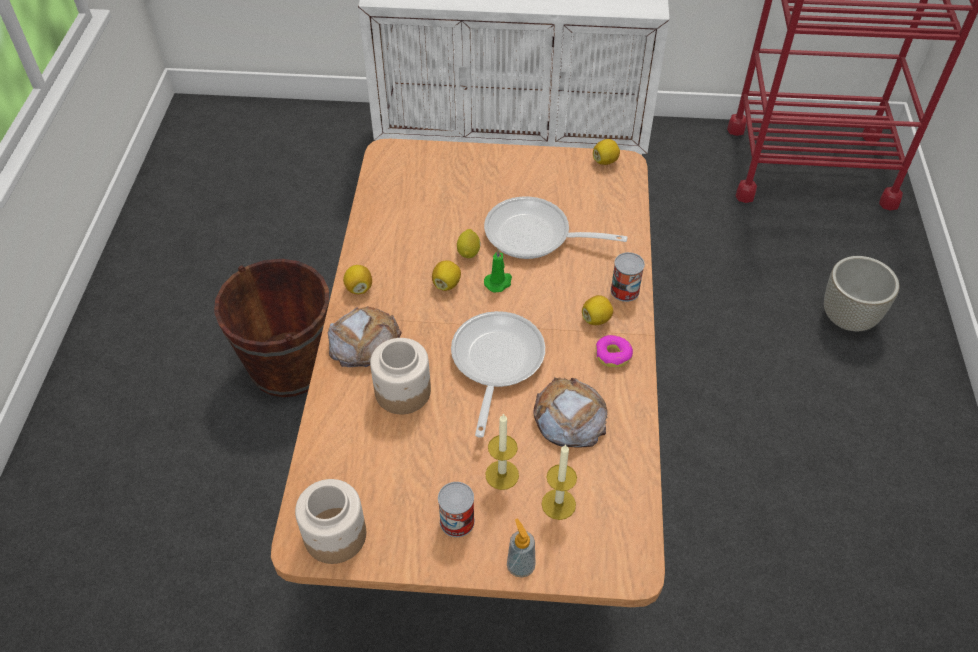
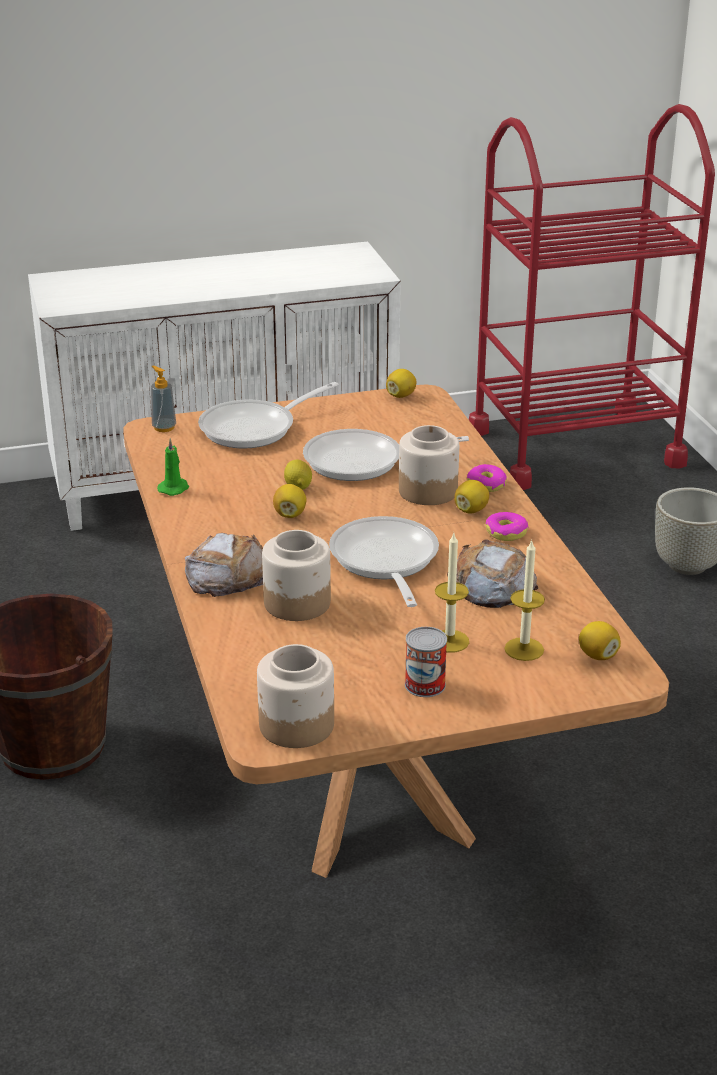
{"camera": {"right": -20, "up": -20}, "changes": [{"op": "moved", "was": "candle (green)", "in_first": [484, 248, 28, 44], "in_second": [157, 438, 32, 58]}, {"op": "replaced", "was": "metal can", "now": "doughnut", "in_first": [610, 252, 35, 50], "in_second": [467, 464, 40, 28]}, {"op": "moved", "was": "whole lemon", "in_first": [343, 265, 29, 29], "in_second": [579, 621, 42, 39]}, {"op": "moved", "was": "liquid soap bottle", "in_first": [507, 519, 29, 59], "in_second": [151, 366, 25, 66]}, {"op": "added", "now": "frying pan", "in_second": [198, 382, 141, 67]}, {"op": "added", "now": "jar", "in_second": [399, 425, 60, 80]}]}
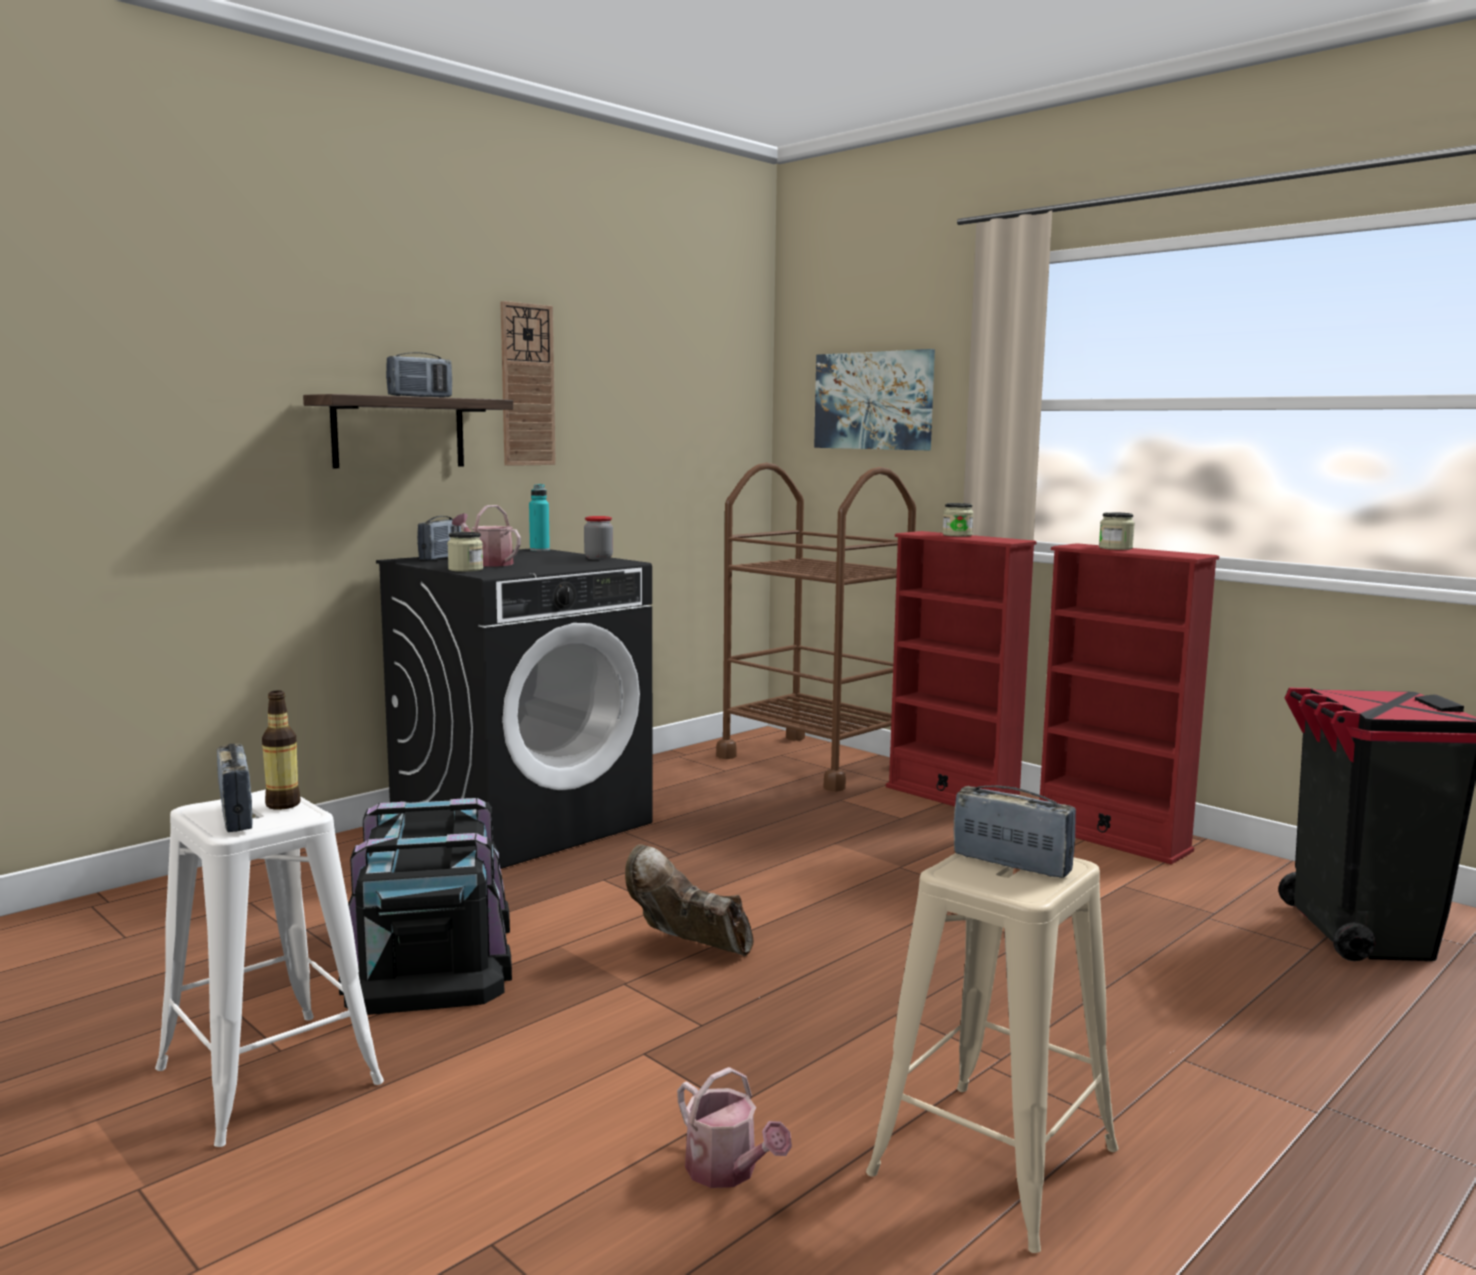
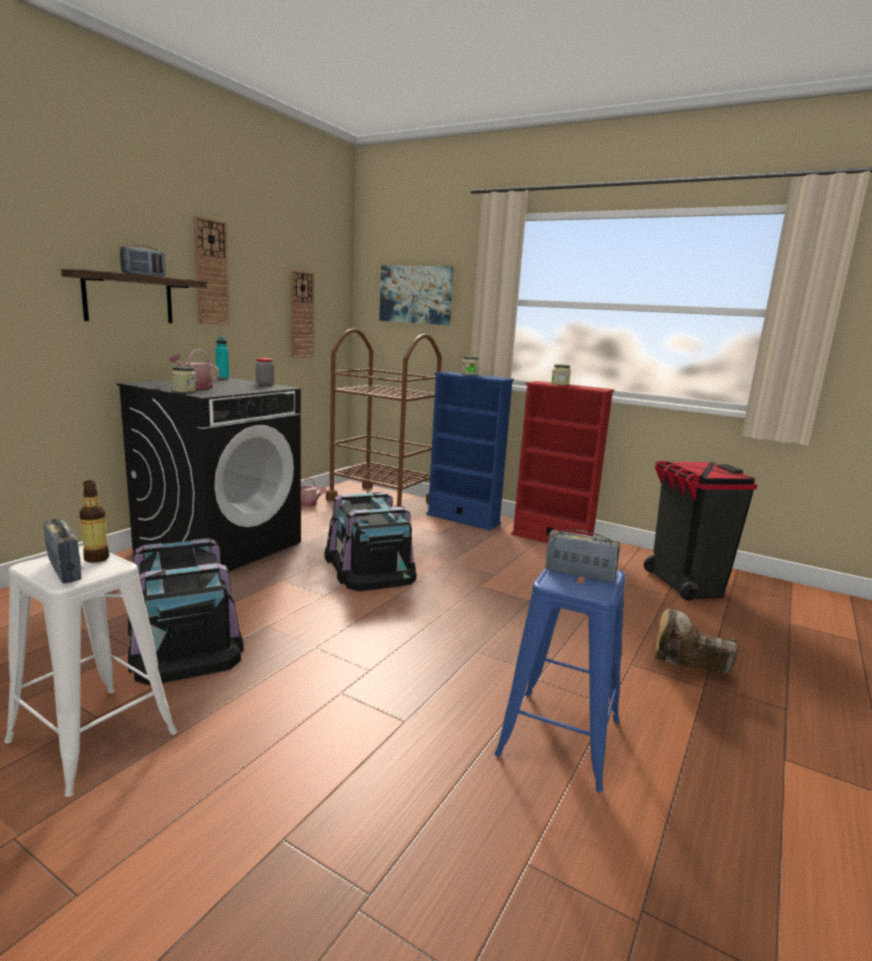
{"camera": {"right": -15, "up": 5}, "changes": [{"op": "removed", "was": "radio set", "in_first": [417, 516, 44, 44]}, {"op": "recoloured", "was": "shelving unit (red-coloured)", "now": "shelving unit (blue-coloured)", "in_first": [886, 531, 151, 275], "in_second": [426, 372, 88, 158]}, {"op": "moved", "was": "high-top boot (brown-coloured)", "in_first": [625, 844, 129, 112], "in_second": [654, 609, 84, 65]}, {"op": "recoloured", "was": "stool seat (sand-coloured)", "now": "stool seat (blue-coloured)", "in_first": [866, 853, 253, 400], "in_second": [494, 568, 131, 225]}, {"op": "moved", "was": "sprinkling can", "in_first": [677, 1067, 115, 121], "in_second": [301, 477, 26, 30]}, {"op": "added", "now": "hanging clock", "in_second": [290, 270, 24, 88]}, {"op": "added", "now": "storage box (black)", "in_second": [325, 492, 91, 99]}]}
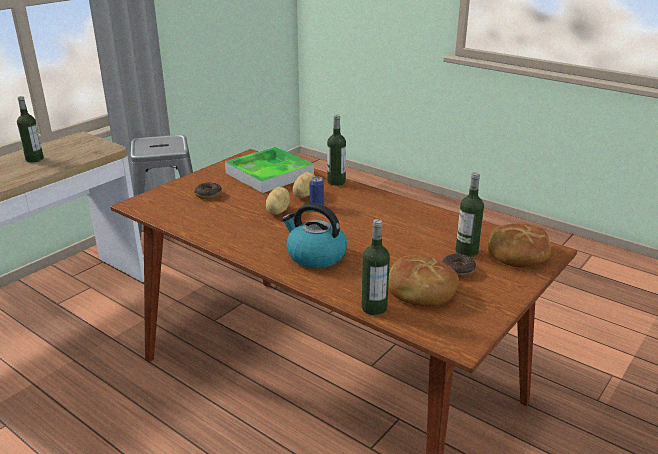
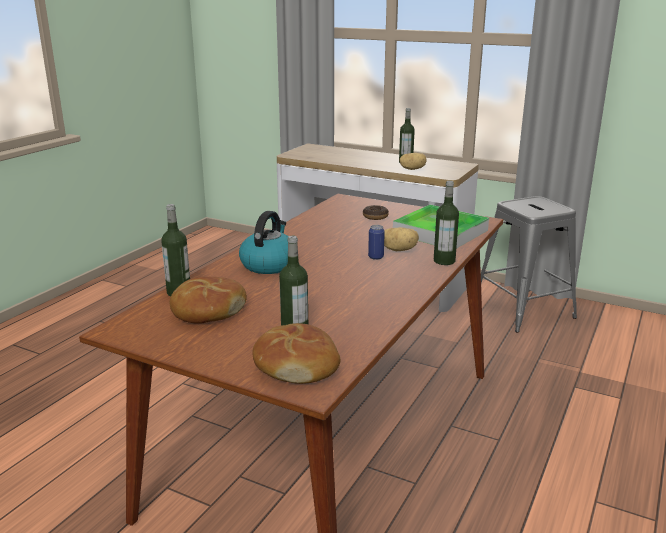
{"camera": {"right": 80, "up": -5}, "changes": [{"op": "moved", "was": "potato", "in_first": [266, 187, 24, 28], "in_second": [399, 153, 27, 17]}, {"op": "removed", "was": "doughnut", "in_first": [442, 254, 34, 23]}]}
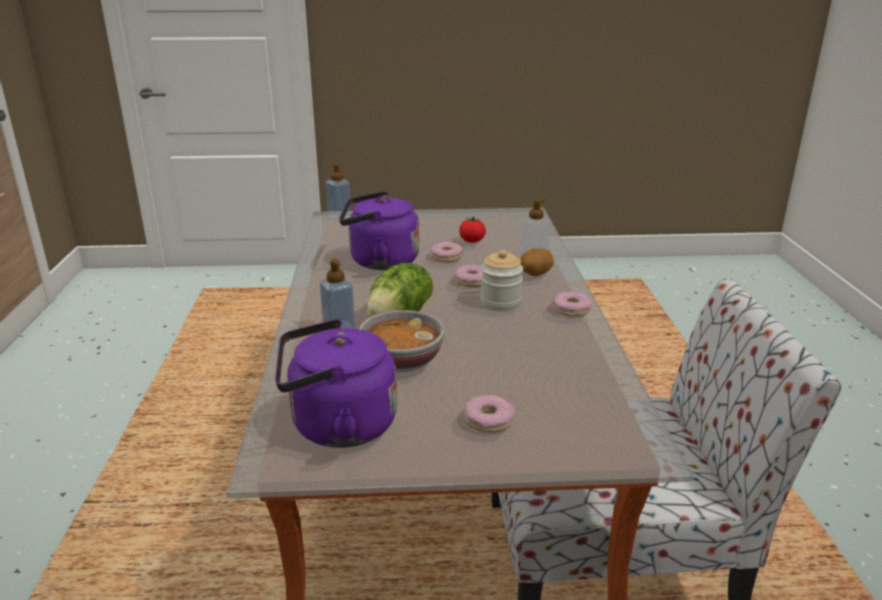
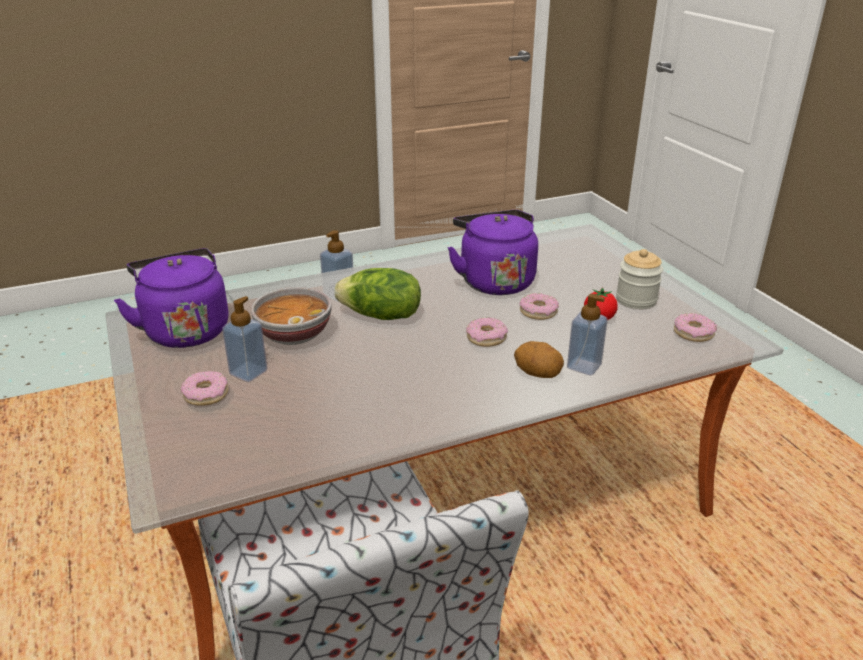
{"camera": {"right": 70, "up": 5}, "changes": [{"op": "moved", "was": "liquid soap bottle", "in_first": [326, 163, 25, 57], "in_second": [222, 296, 45, 86]}, {"op": "moved", "was": "jar", "in_first": [480, 250, 43, 60], "in_second": [616, 249, 47, 60]}, {"op": "moved", "was": "doughnut", "in_first": [553, 291, 39, 26], "in_second": [674, 313, 43, 29]}]}
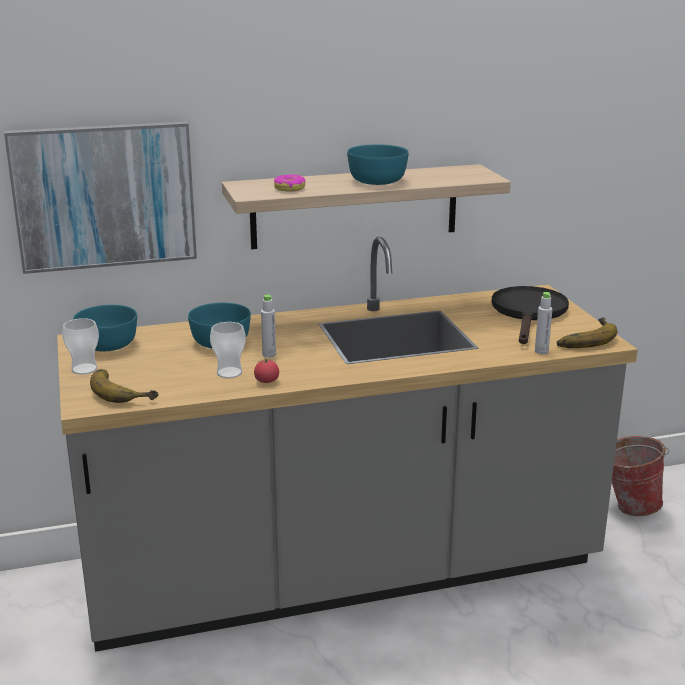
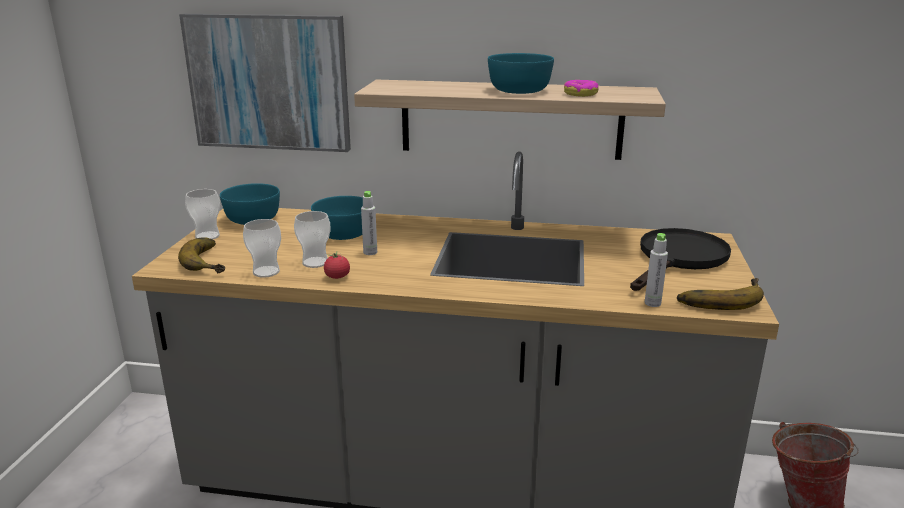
{"camera": {"right": 25, "up": 0}, "changes": [{"op": "moved", "was": "doughnut", "in_first": [274, 174, 31, 18], "in_second": [564, 80, 35, 17]}, {"op": "added", "now": "cup", "in_second": [243, 219, 38, 59]}]}
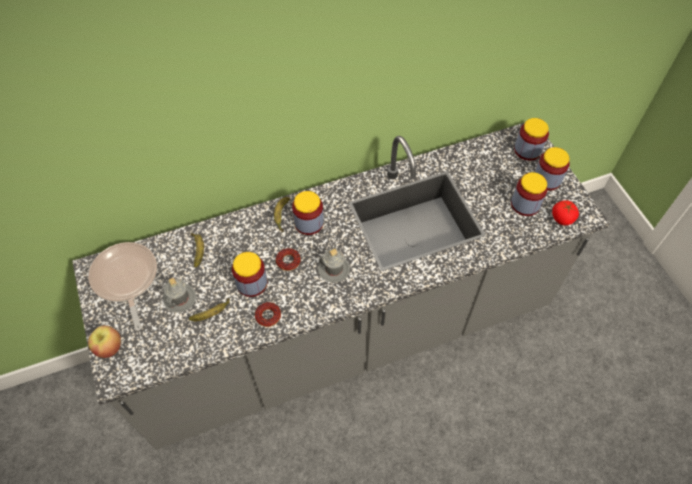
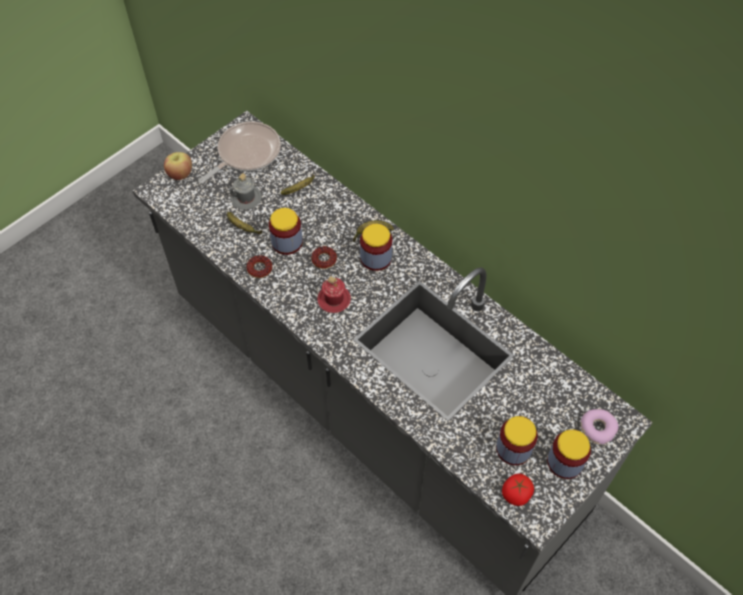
{"camera": {"right": 65, "up": 0}, "changes": [{"op": "replaced", "was": "jar", "now": "doughnut", "in_first": [514, 118, 35, 43], "in_second": [581, 409, 38, 36]}, {"op": "recoloured", "was": "tea mug (gray)", "now": "tea mug (red-coloured)", "in_first": [318, 248, 32, 34], "in_second": [317, 276, 34, 37]}]}
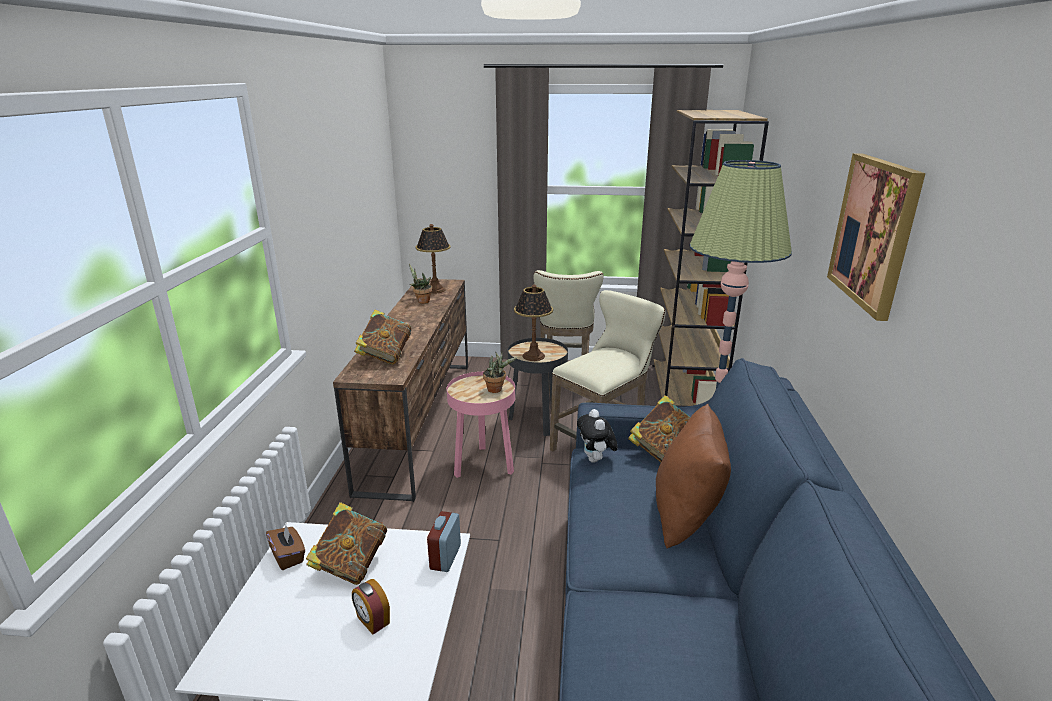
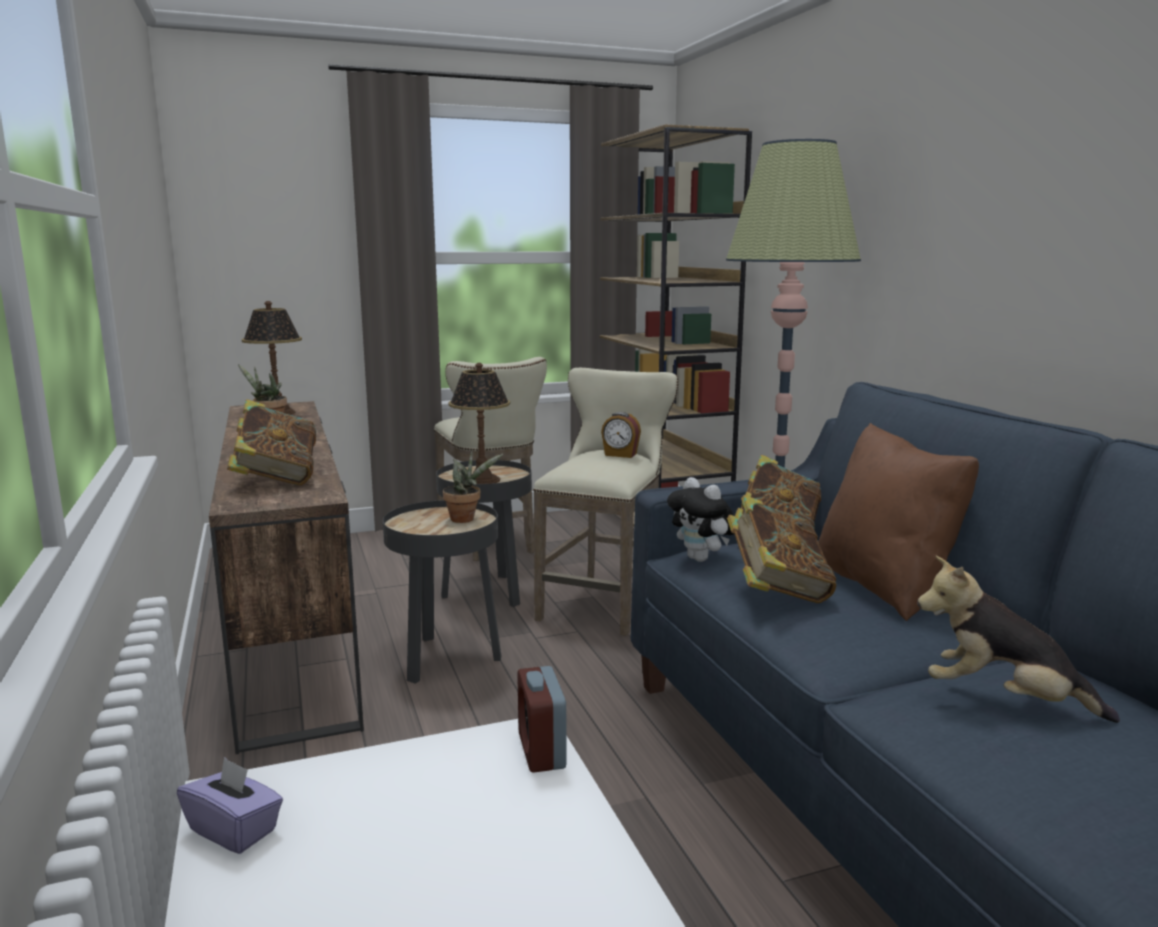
{"camera": {"right": -25, "up": -10}, "changes": [{"op": "removed", "was": "wall picture", "in_first": [827, 153, 98, 168]}, {"op": "recoloured", "was": "accent table (pinkish)", "now": "accent table (black)", "in_first": [447, 372, 68, 106], "in_second": [383, 500, 118, 184]}, {"op": "moved", "was": "book", "in_first": [306, 502, 81, 83], "in_second": [727, 495, 110, 108]}, {"op": "recoloured", "was": "tissue box (brown-coloured)", "now": "tissue box (purplish)", "in_first": [266, 525, 39, 45], "in_second": [177, 757, 106, 97]}, {"op": "moved", "was": "alarm clock", "in_first": [352, 579, 38, 55], "in_second": [601, 412, 40, 46]}, {"op": "added", "now": "soft toy", "in_second": [917, 556, 203, 167]}]}
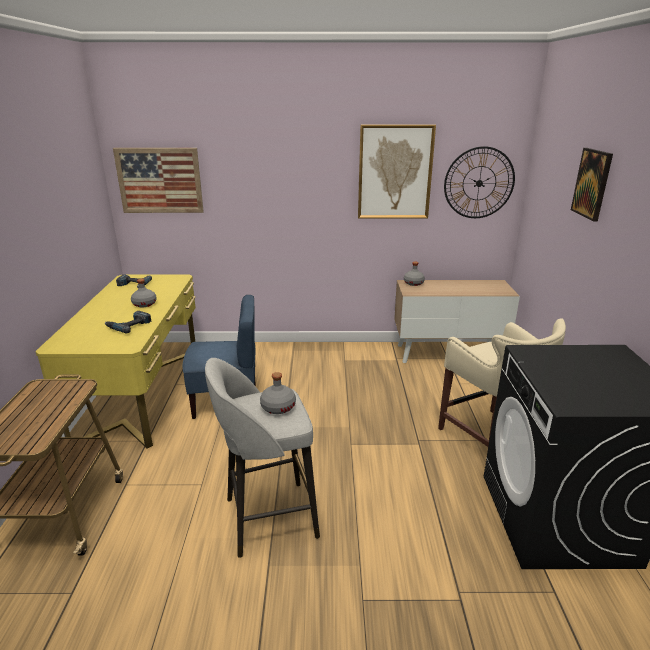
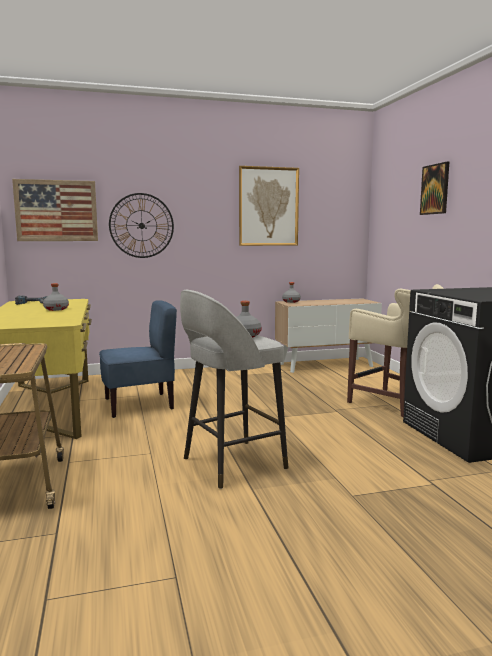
{"camera": {"right": -15, "up": -15}, "changes": [{"op": "moved", "was": "hanging clock", "in_first": [444, 146, 71, 72], "in_second": [109, 193, 65, 65]}, {"op": "removed", "was": "power drill", "in_first": [105, 311, 46, 22]}]}
